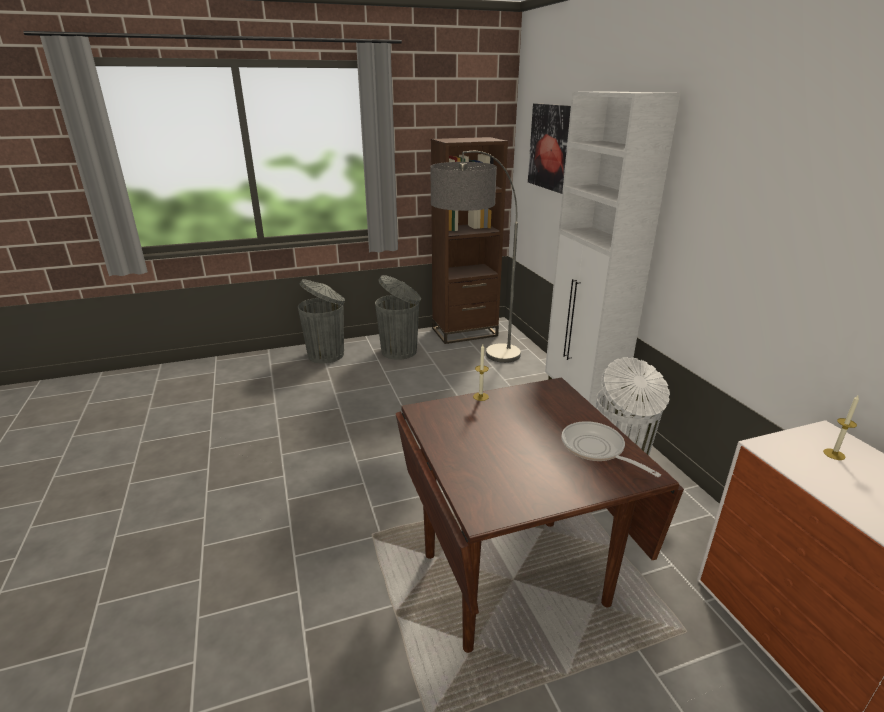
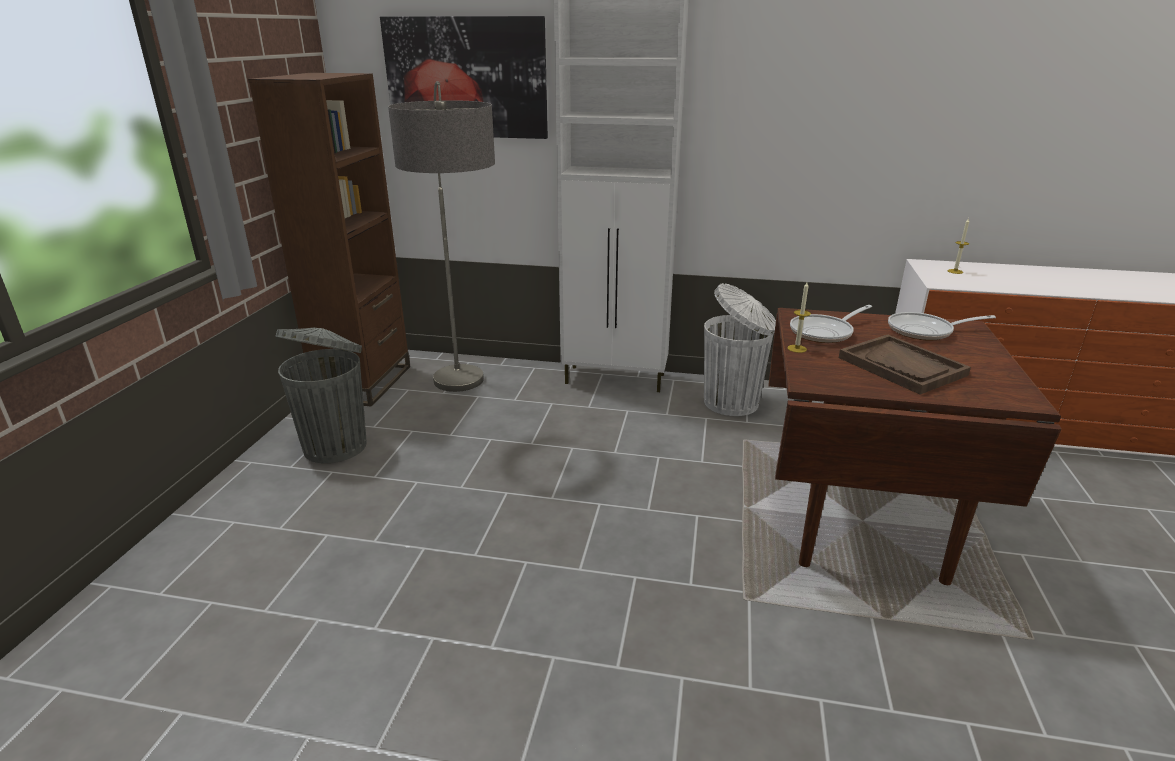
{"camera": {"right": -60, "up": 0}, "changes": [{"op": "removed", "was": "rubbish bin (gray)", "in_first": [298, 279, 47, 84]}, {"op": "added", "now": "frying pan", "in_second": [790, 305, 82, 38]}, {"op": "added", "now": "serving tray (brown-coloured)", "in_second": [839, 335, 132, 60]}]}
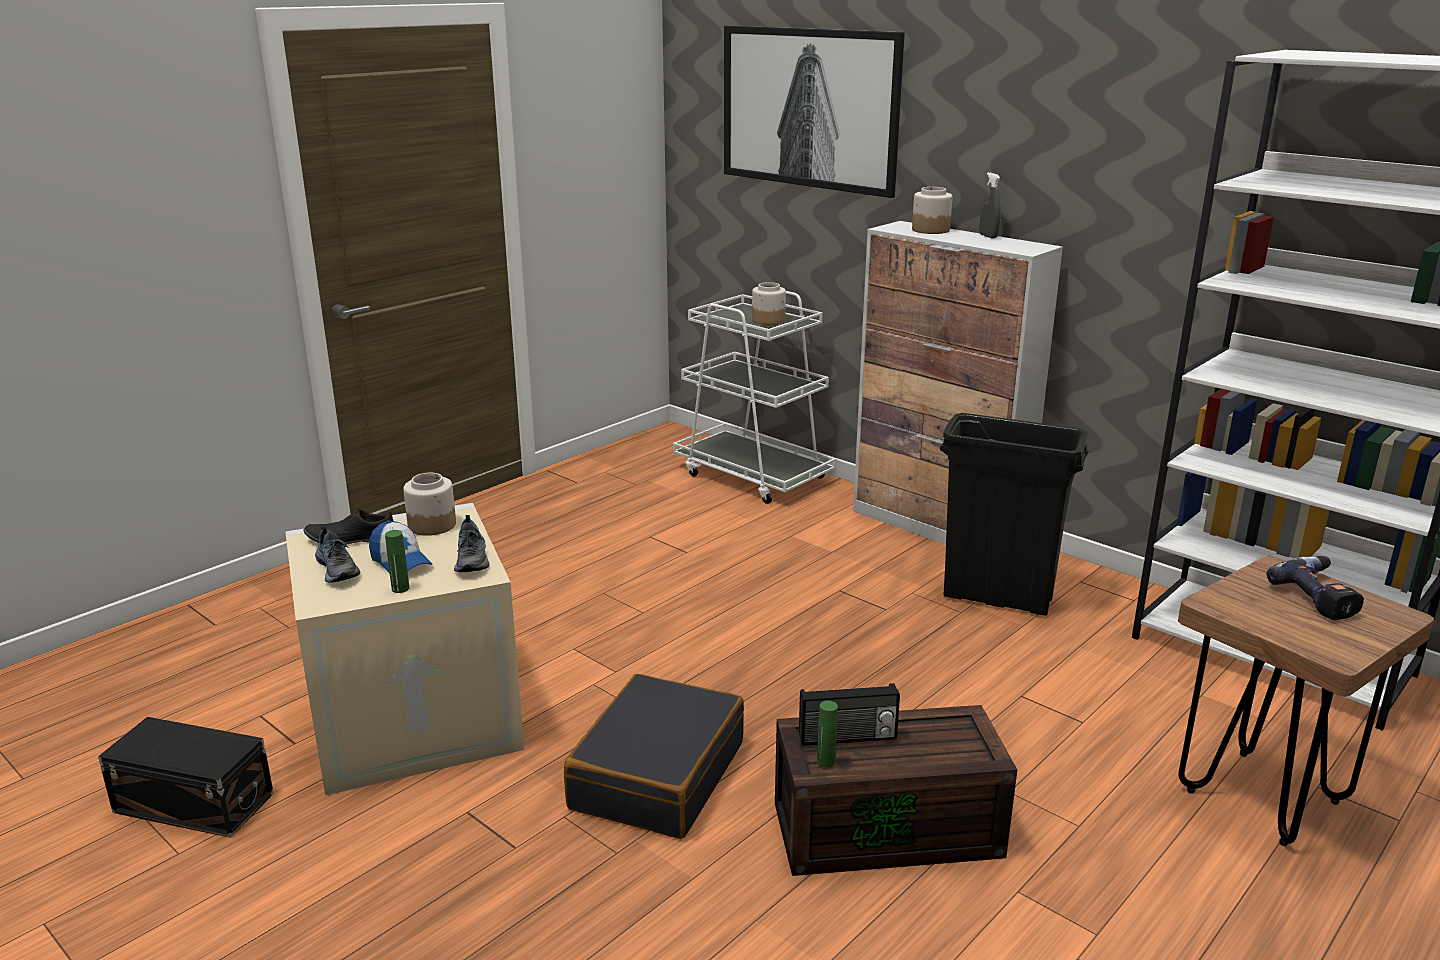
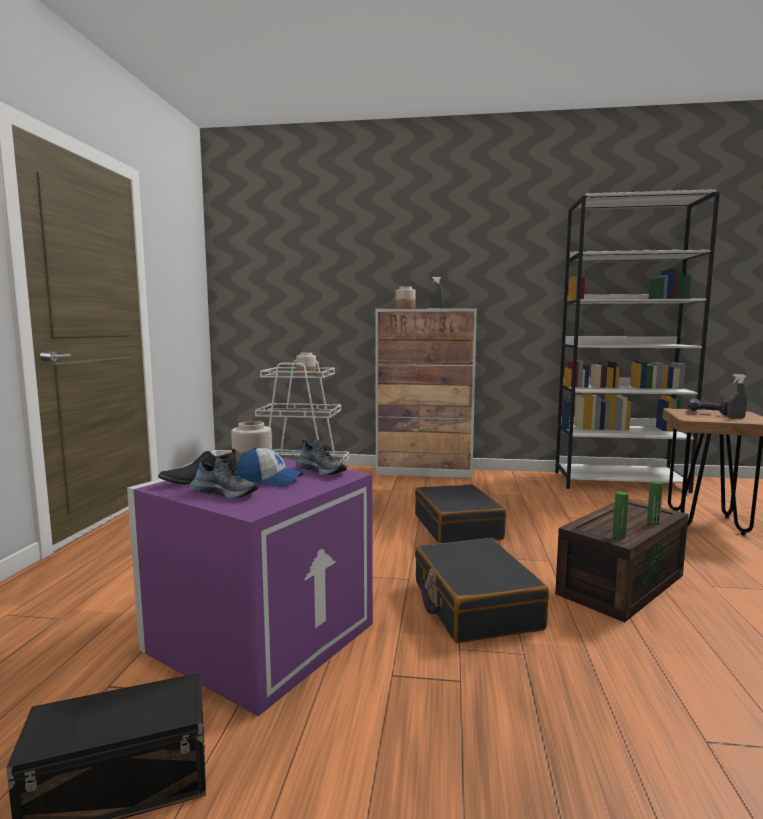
{"camera": {"right": -35, "up": -15}, "changes": [{"op": "removed", "was": "wall picture", "in_first": [724, 26, 181, 172]}, {"op": "removed", "was": "rubbish bin (black)", "in_first": [940, 413, 148, 203]}, {"op": "recoloured", "was": "storage box (sand-coloured)", "now": "storage box (purplish)", "in_first": [285, 503, 239, 292], "in_second": [127, 458, 246, 258]}, {"op": "moved", "was": "drink bottle (green)", "in_first": [385, 530, 24, 63], "in_second": [647, 481, 16, 43]}, {"op": "removed", "was": "radio set", "in_first": [799, 683, 101, 63]}, {"op": "added", "now": "spray bottle (gray)", "in_second": [727, 374, 20, 45]}, {"op": "added", "now": "suitcase (black)", "in_second": [415, 484, 92, 60]}]}
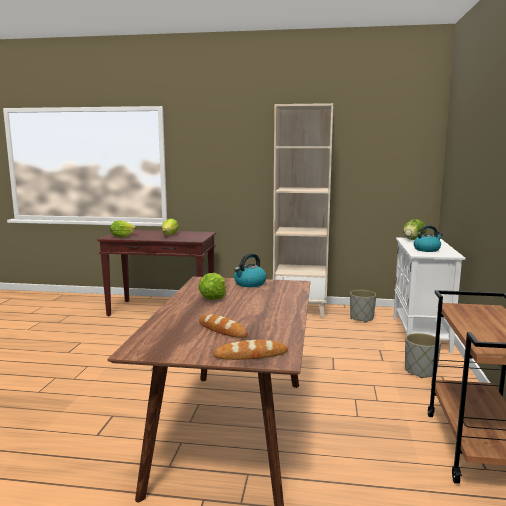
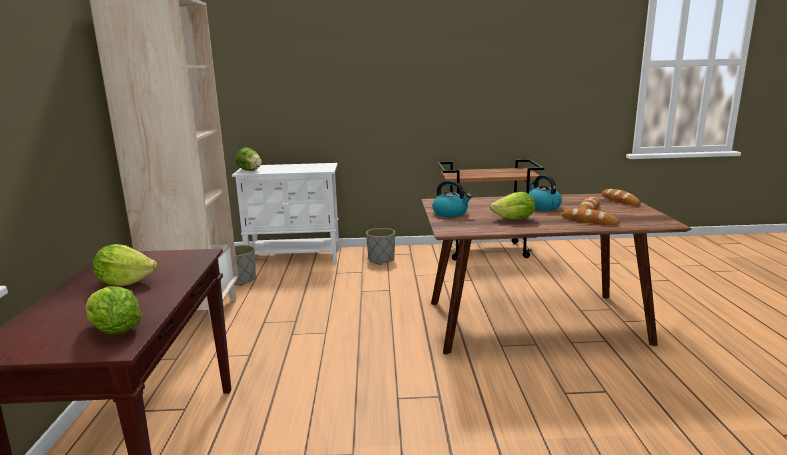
{"camera": {"right": -100, "up": 5}, "changes": [{"op": "moved", "was": "tea kettle", "in_first": [414, 225, 29, 27], "in_second": [528, 175, 34, 36]}, {"op": "added", "now": "bread", "in_second": [561, 208, 59, 17]}]}
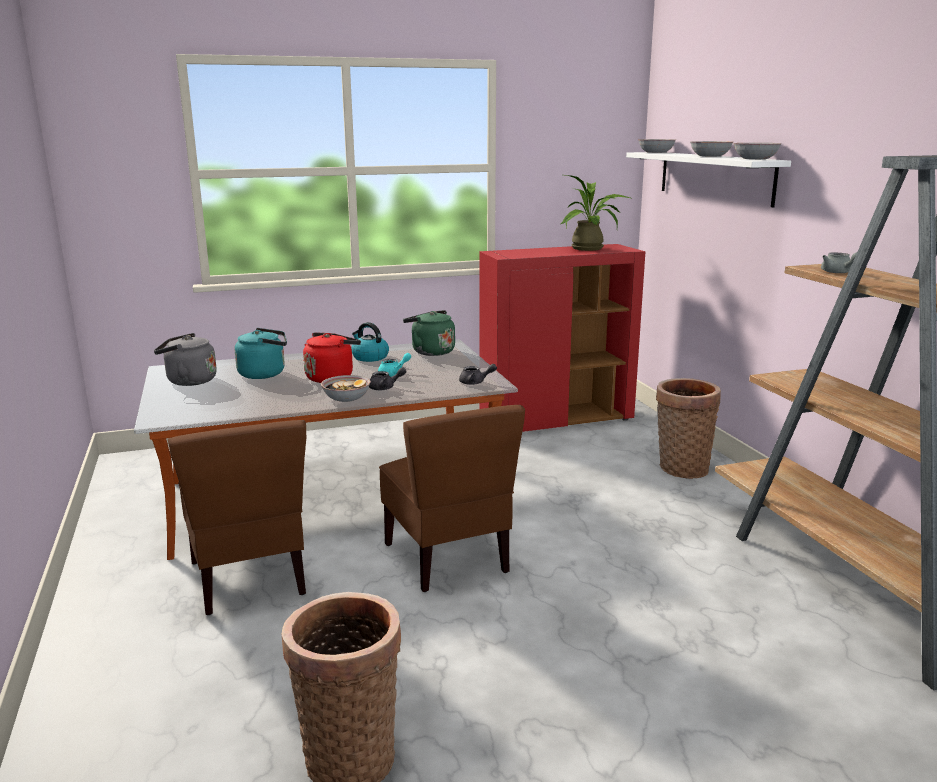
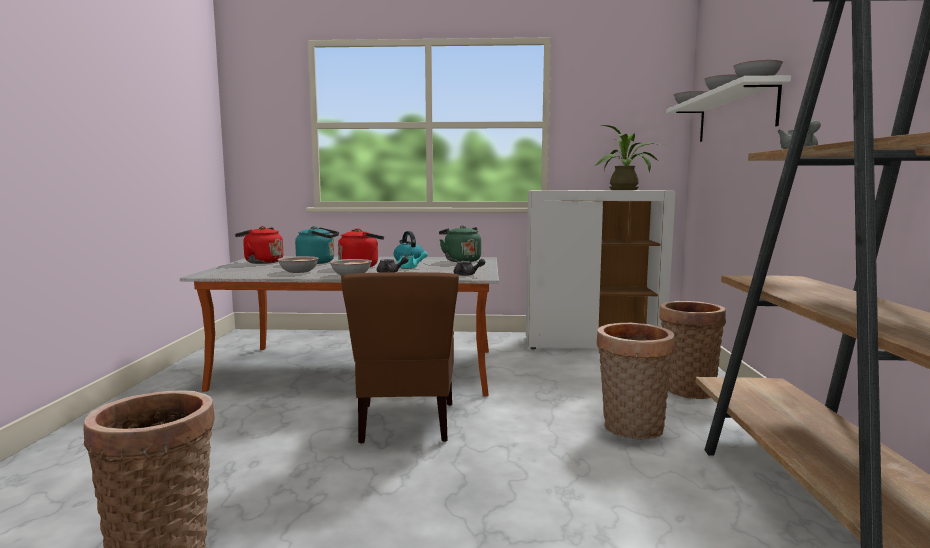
{"camera": {"right": 20, "up": -10}, "changes": [{"op": "recoloured", "was": "cupboard (red-coloured)", "now": "cupboard (whitish)", "in_first": [480, 244, 165, 188], "in_second": [526, 190, 150, 159]}, {"op": "recoloured", "was": "tea kettle (gray)", "now": "tea kettle (red-coloured)", "in_first": [154, 333, 63, 53], "in_second": [235, 226, 48, 38]}, {"op": "removed", "was": "plain chair (brown-coloured)", "in_first": [168, 420, 138, 195]}, {"op": "added", "now": "serving bowl", "in_second": [277, 256, 42, 17]}, {"op": "added", "now": "storage basket", "in_second": [597, 322, 78, 118]}]}
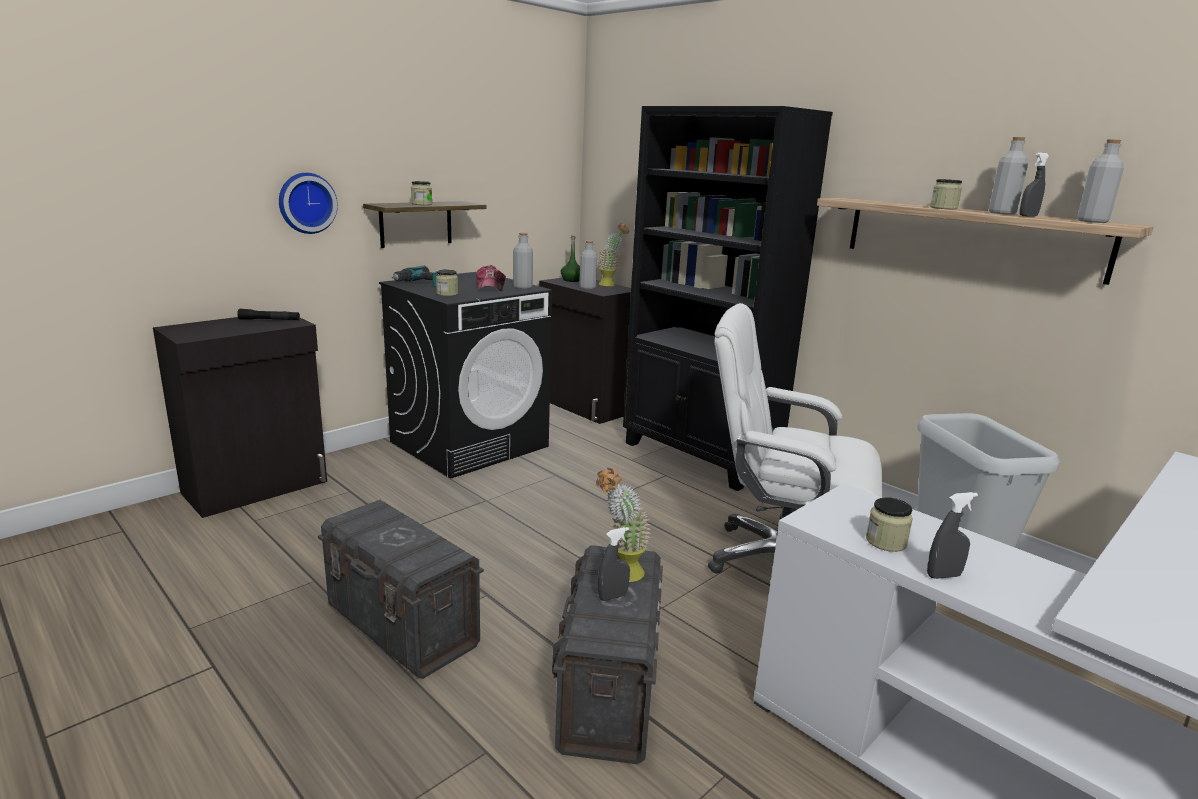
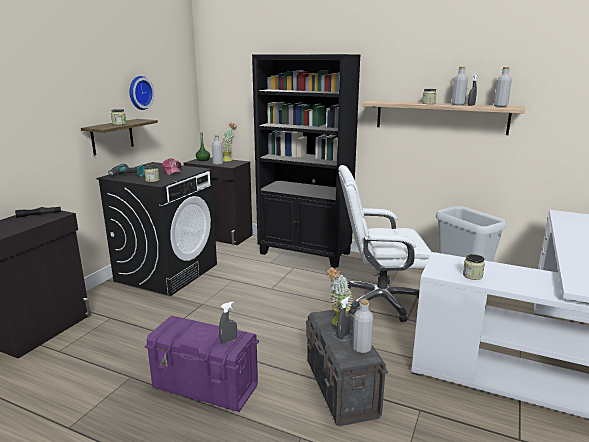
{"camera": {"right": -20, "up": 0}, "changes": [{"op": "moved", "was": "hanging clock", "in_first": [279, 173, 59, 61], "in_second": [129, 76, 26, 34]}, {"op": "moved", "was": "drink bottle (gray)", "in_first": [513, 232, 20, 57], "in_second": [352, 299, 22, 54]}, {"op": "moved", "was": "spray bottle (gray)", "in_first": [927, 492, 51, 87], "in_second": [219, 302, 18, 42]}, {"op": "recoloured", "was": "storage box (gray)", "now": "storage box (purplish)", "in_first": [318, 500, 166, 179], "in_second": [145, 315, 114, 97]}]}
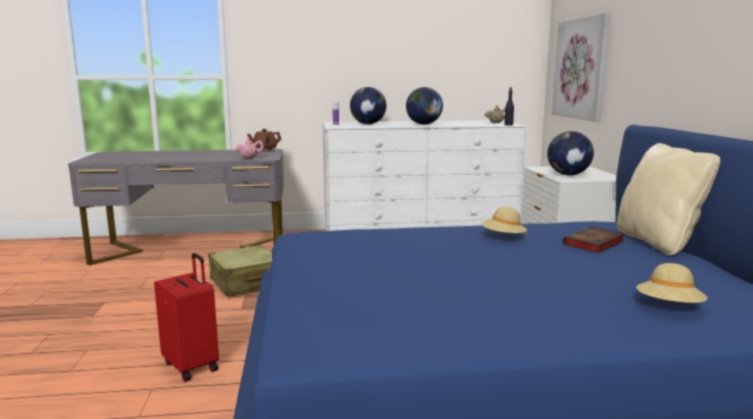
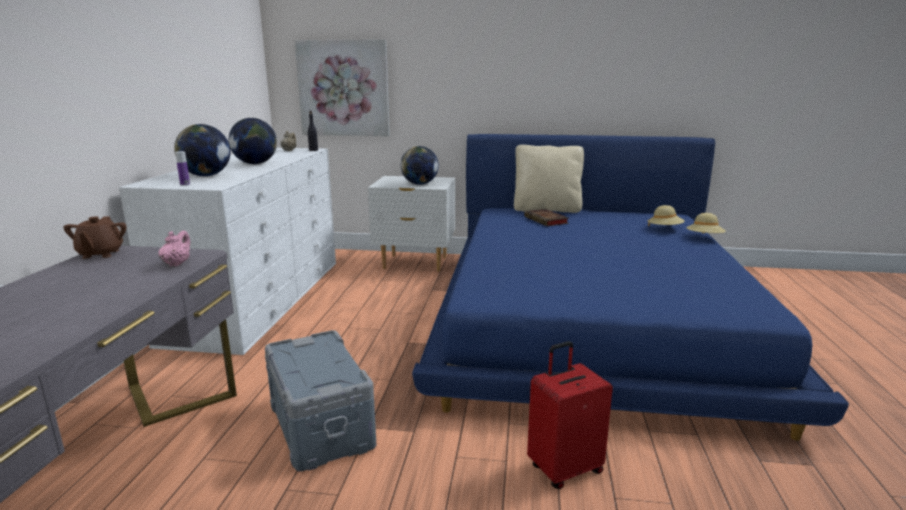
{"camera": {"right": -75, "up": 5}, "changes": [{"op": "moved", "was": "clothing hat (sand-coloured)", "in_first": [481, 207, 46, 30], "in_second": [686, 213, 40, 21]}, {"op": "replaced", "was": "suitcase (sand-coloured)", "now": "storage box (gray)", "in_first": [208, 245, 64, 52], "in_second": [265, 330, 111, 142]}]}
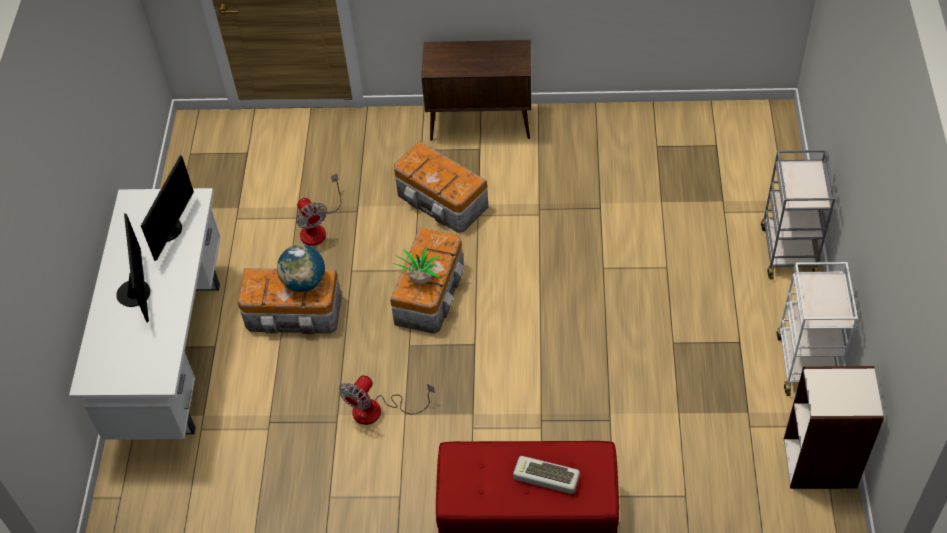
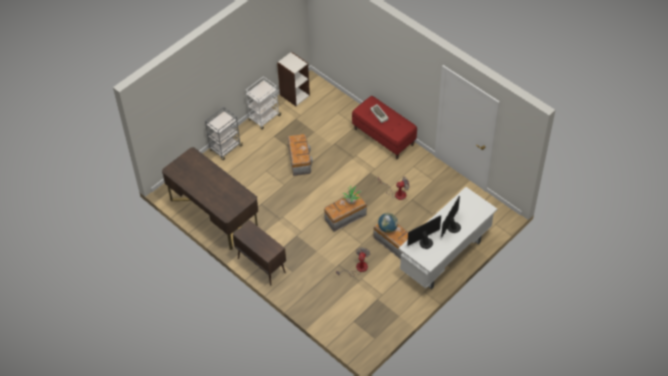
{"camera": {"right": -140, "up": 0}, "changes": [{"op": "moved", "was": "storage box", "in_first": [394, 141, 94, 92], "in_second": [288, 134, 25, 42]}, {"op": "added", "now": "desk unit (brown-coloured)", "in_second": [162, 147, 96, 103]}]}
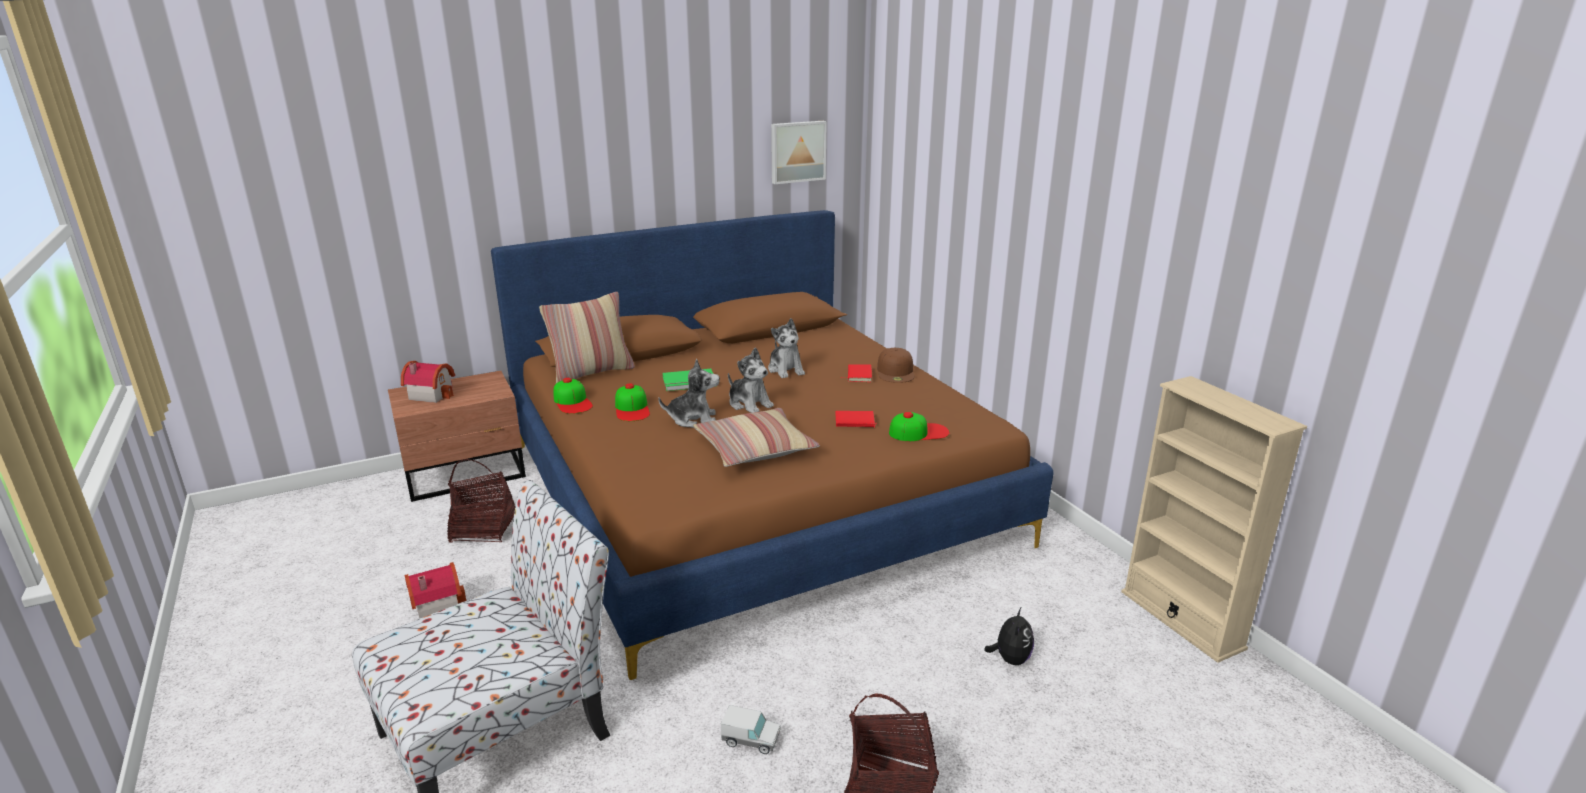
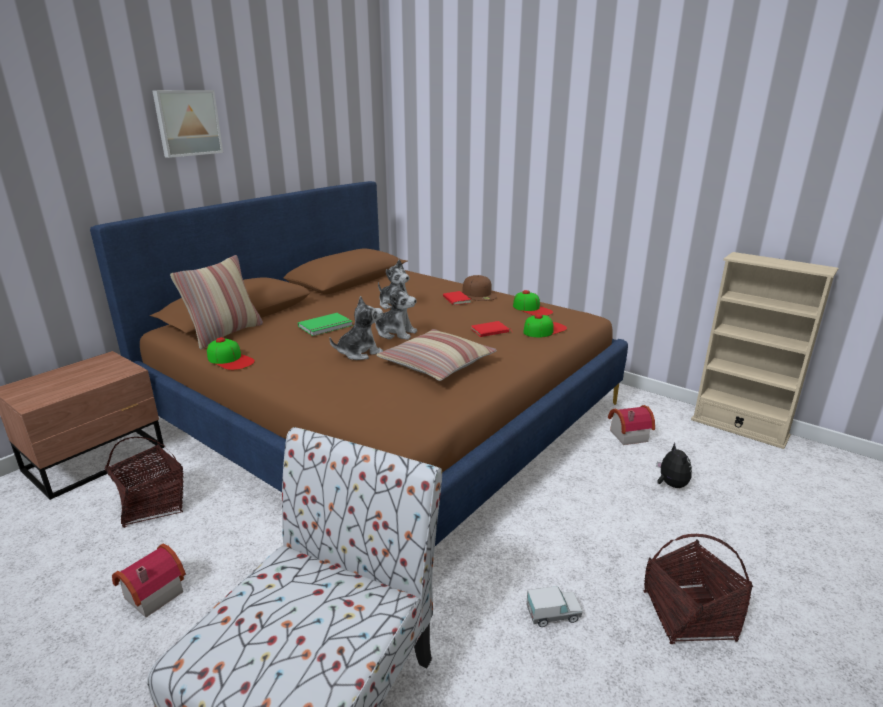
{"camera": {"right": -25, "up": 0}, "changes": [{"op": "moved", "was": "wall picture", "in_first": [771, 121, 56, 63], "in_second": [152, 90, 71, 68]}, {"op": "moved", "was": "model house", "in_first": [401, 361, 54, 42], "in_second": [608, 405, 47, 40]}, {"op": "moved", "was": "peaked cap", "in_first": [615, 383, 35, 38], "in_second": [513, 290, 40, 26]}]}
